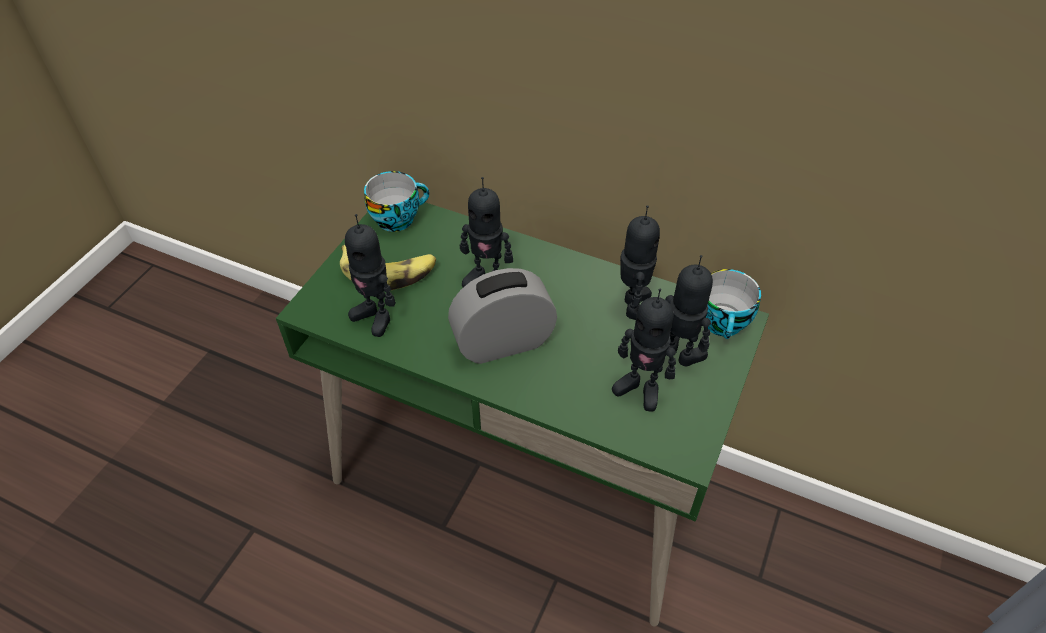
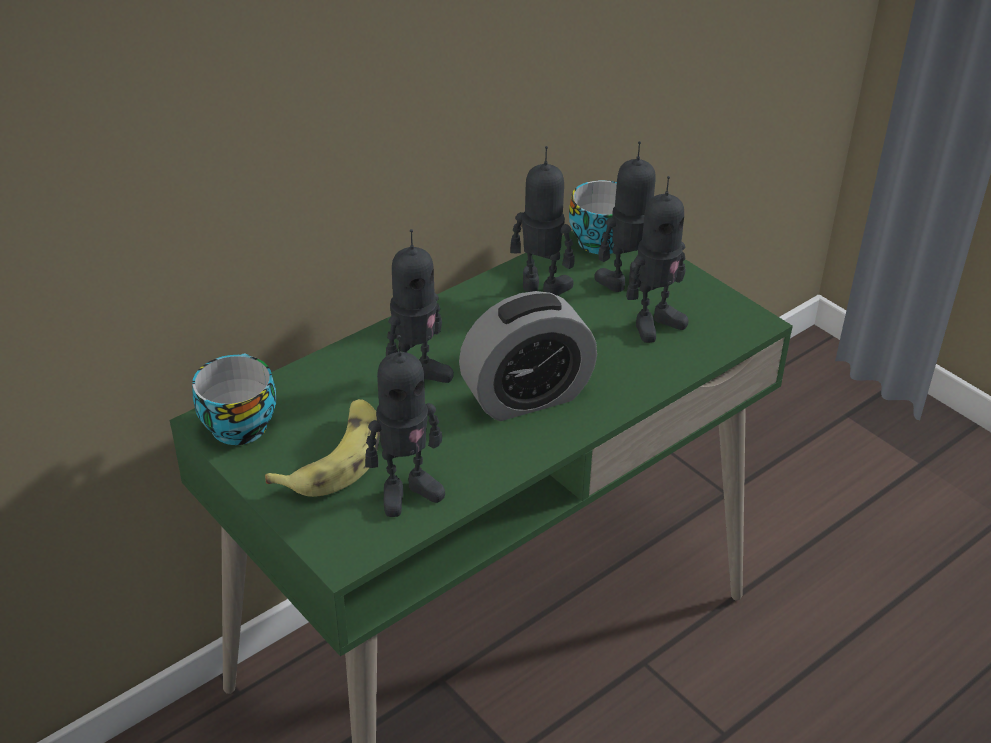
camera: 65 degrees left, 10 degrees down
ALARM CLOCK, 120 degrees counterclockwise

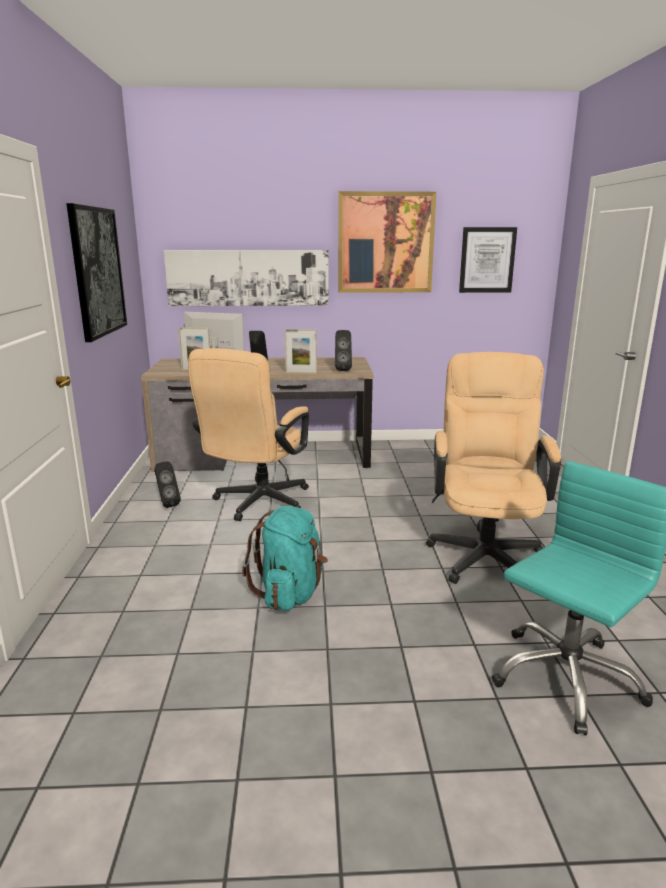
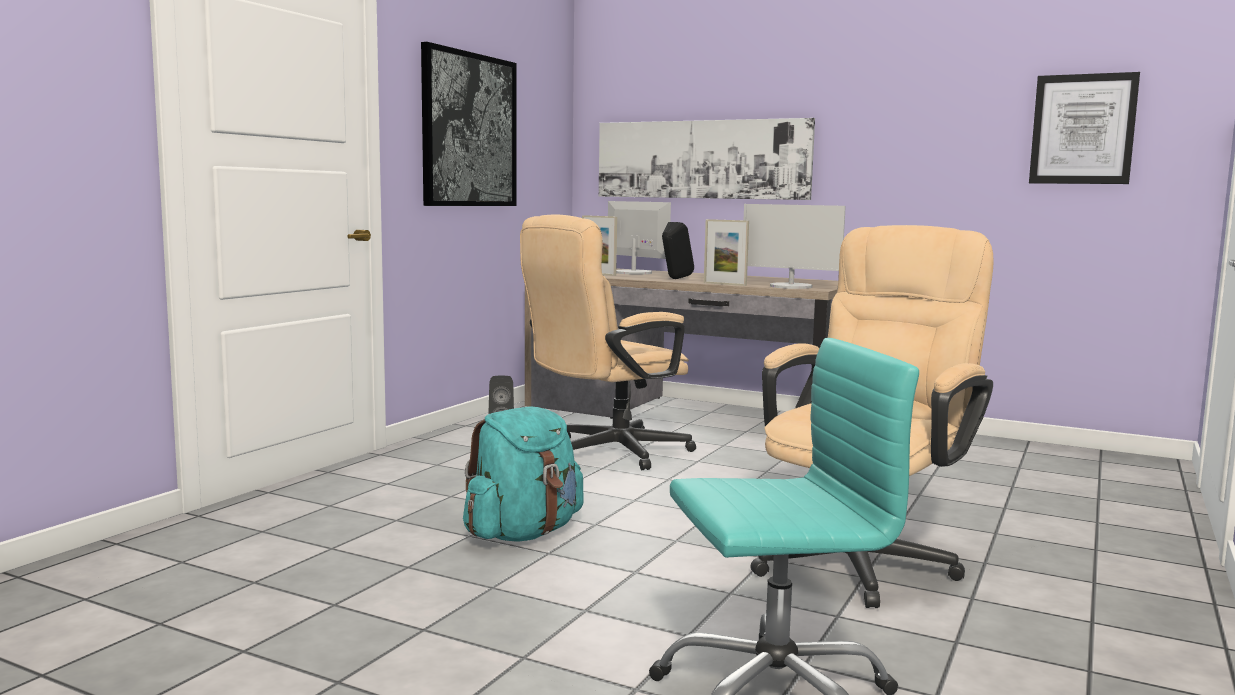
camera: 30 degrees right, 10 degrees down
BLACK-COLOURED LOUDSPEAKER (no. 3 from left) => COMPUTER DISPLAY (no. 2 from left)
PICTURE (no. 3 from left) => nothing

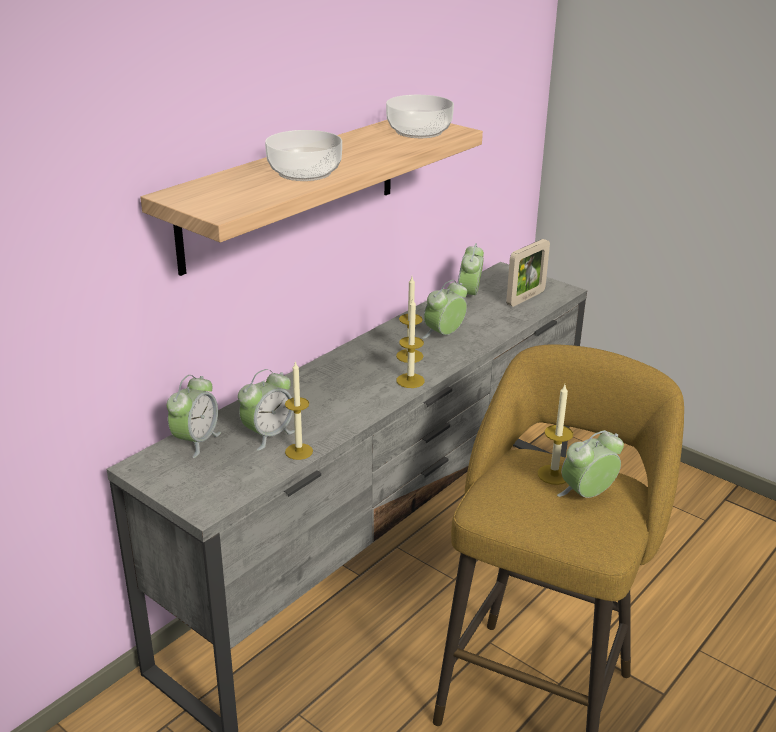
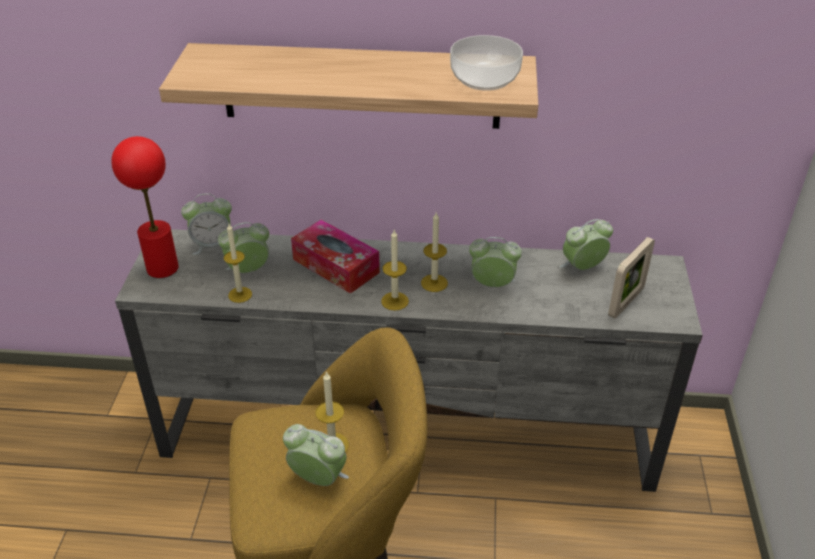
camera: 55 degrees right, 10 degrees up
nothing => RED-COLOURED TABLETOP LAMP
ALARM CLOCK (no. 2 from left), 150 degrees clockwise
nothing => BOX OF TISSUES
PHOTO FRAME, 60 degrees counterclockwise
SERVING BOWL (no. 1 from left) => nothing

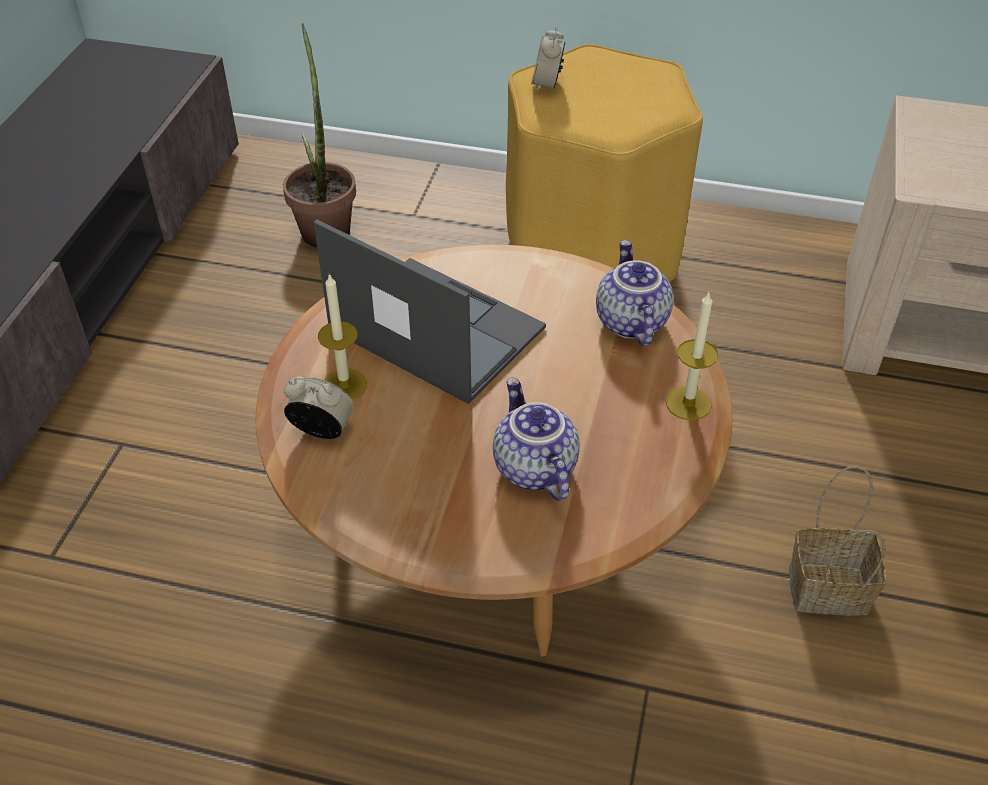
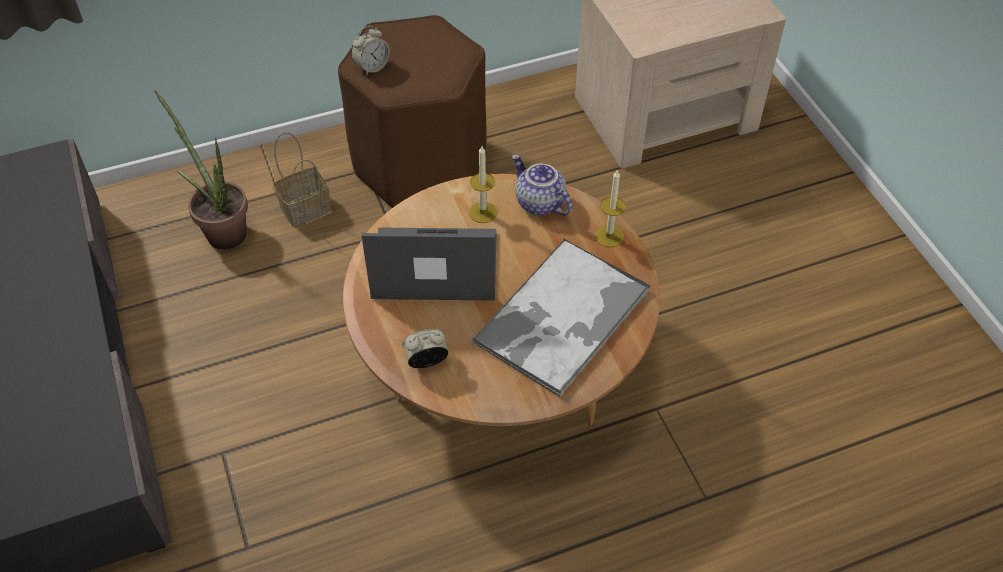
camera: 35 degrees left, 5 degrees up
HOUSEHOLD BASKET, shifted
YELLOWISH SITTING STOOL => BROWNISH SITTING STOOL
ALARM CLOCK (no. 2 from left in the first image) => ALARM CLOCK (no. 1 from left), 105 degrees counterclockwise
WAX CANDLE (no. 1 from left), shifted
TEA POT (no. 1 from left) => TRAY

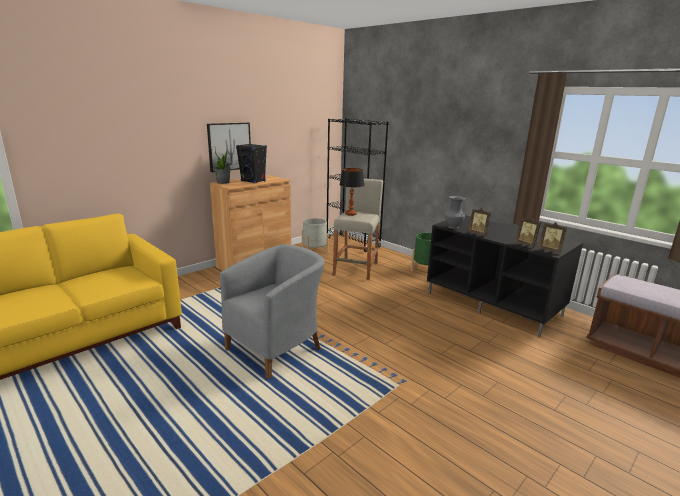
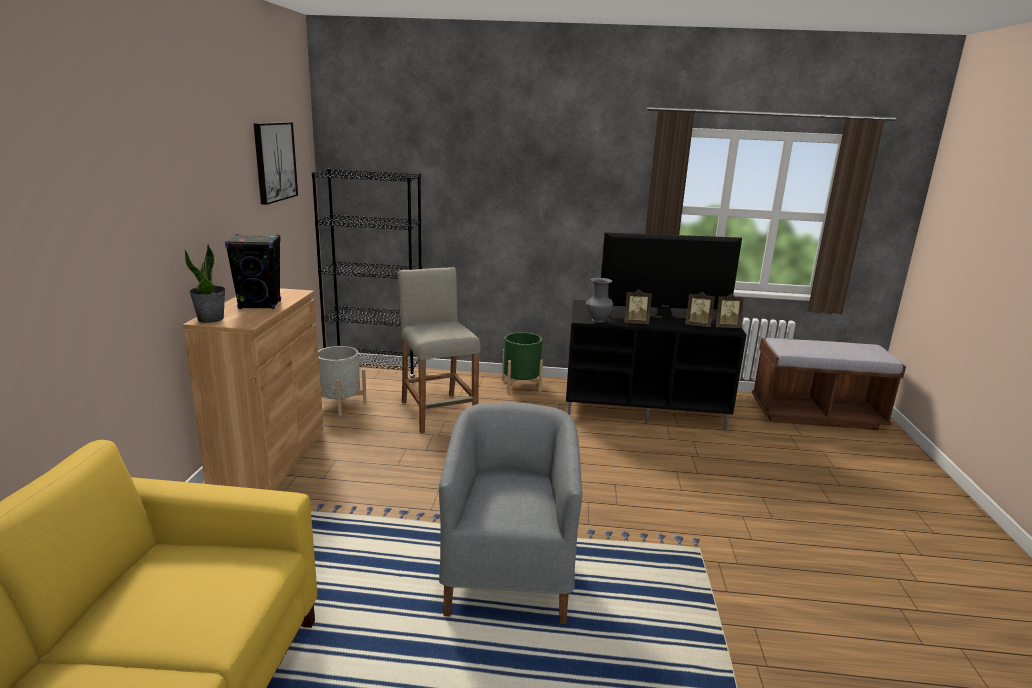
camera: 40 degrees left, 0 degrees up
PICTURE, shifted
nothing => TELEVISION
TABLETOP LAMP => nothing

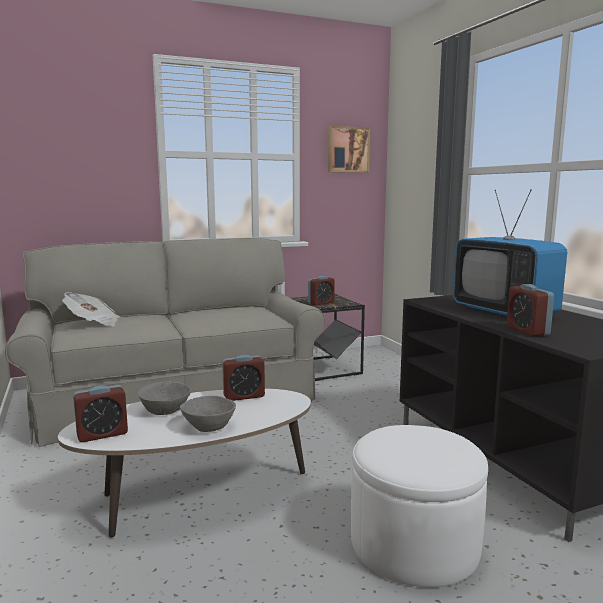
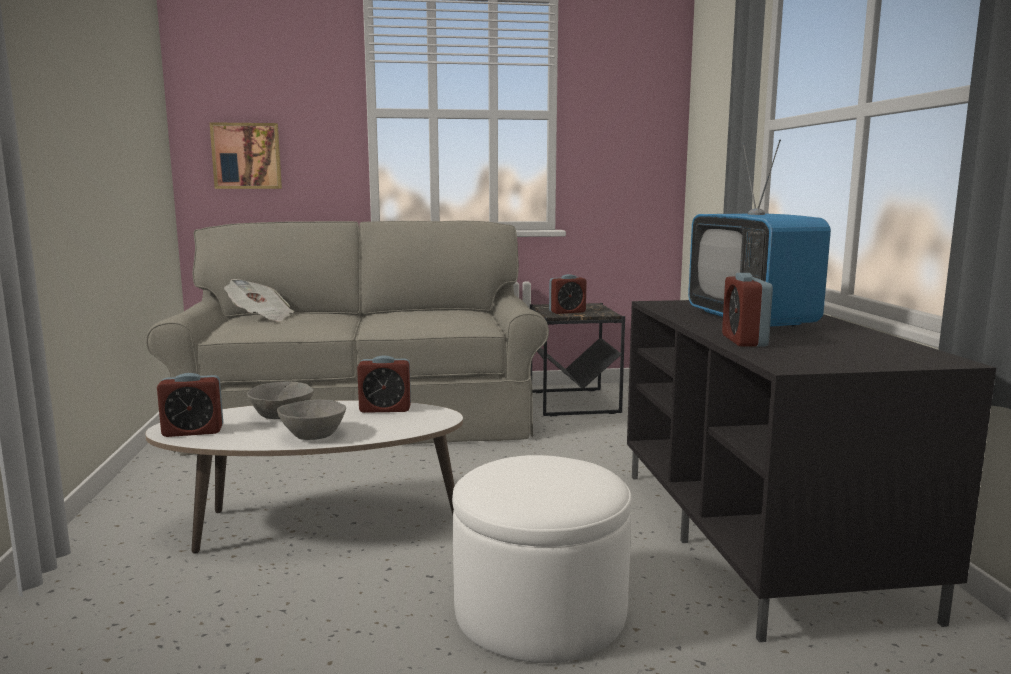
camera: 15 degrees right, 0 degrees up
PICTURE, shifted

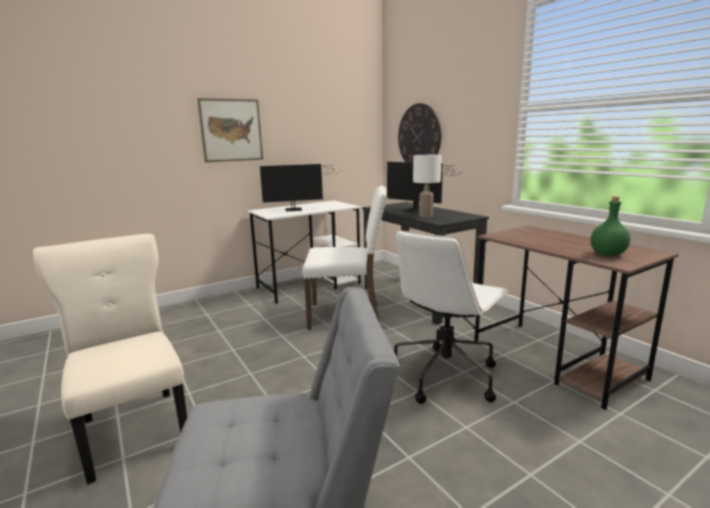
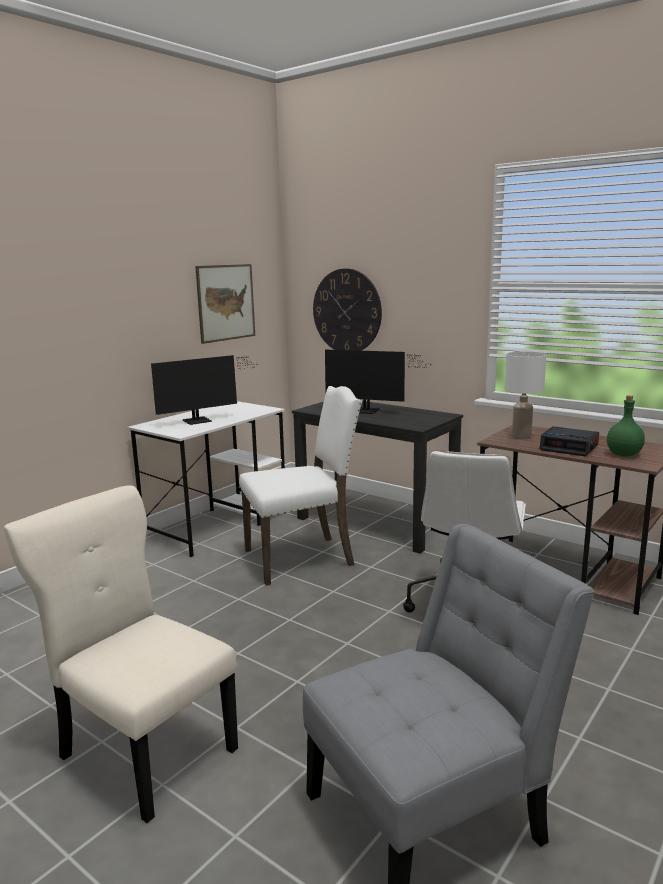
camera: 20 degrees left, 0 degrees up
PICTURE, shifted
WHITE TABLETOP LAMP, shifted
nothing => ALARM CLOCK

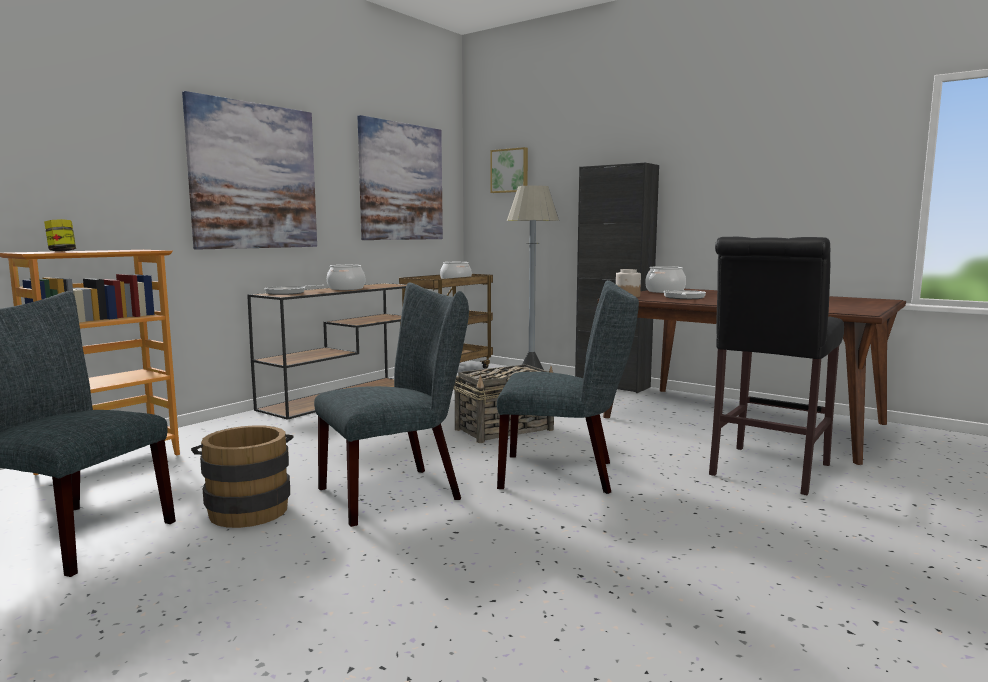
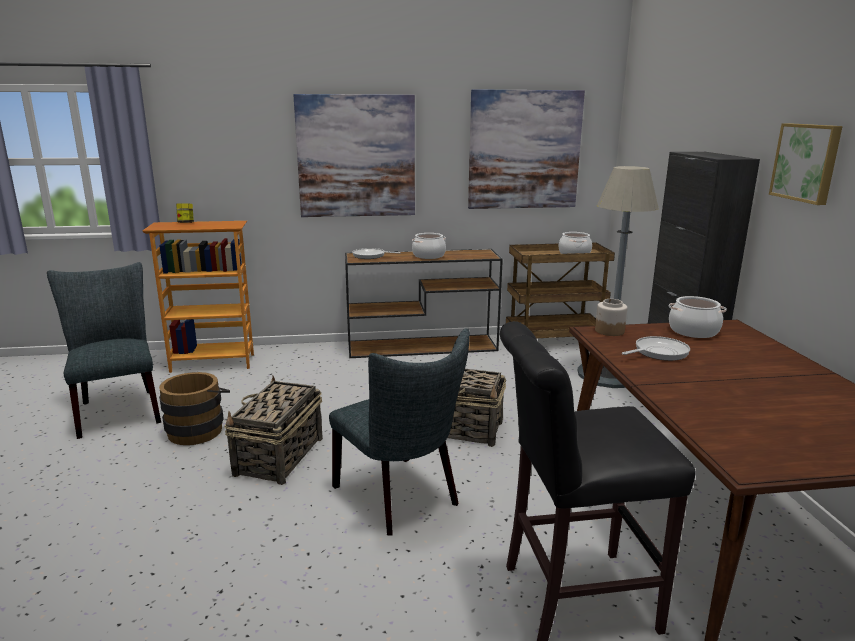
camera: 45 degrees right, 10 degrees up
GRAY UPRIGHT CHAIR (no. 2 from left) => HOUSEHOLD BASKET (no. 1 from left)
PICTURE (no. 3 from left), shifted

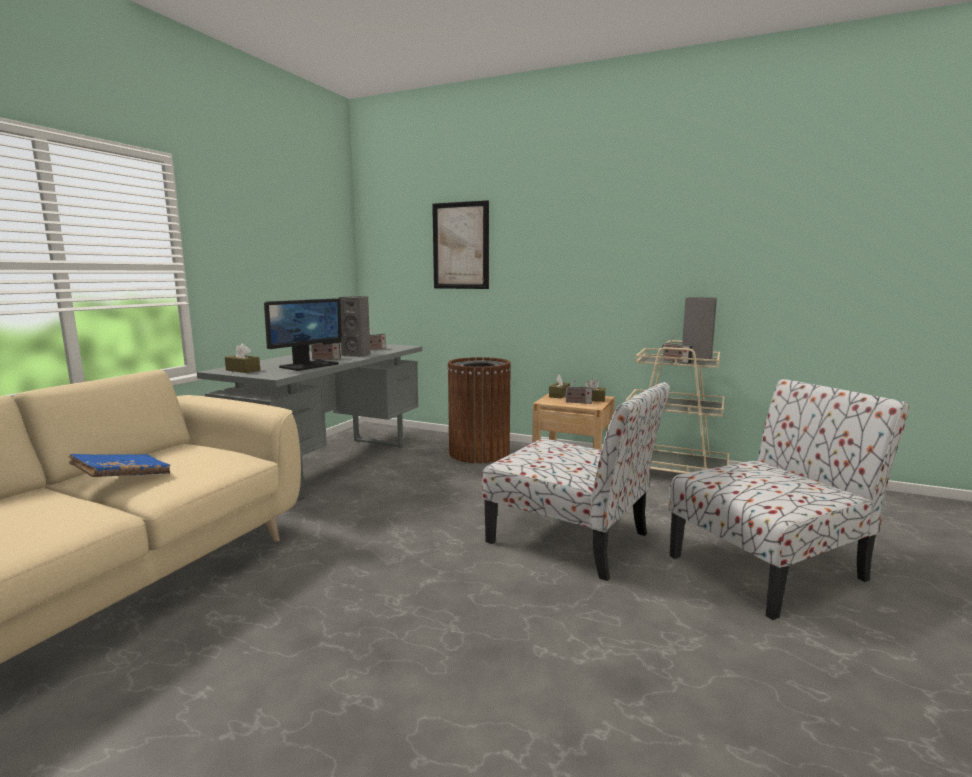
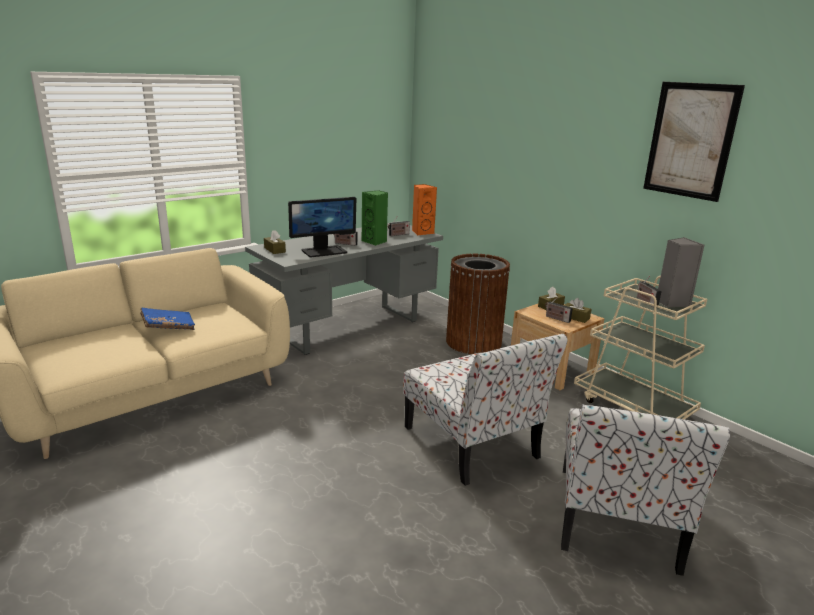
camera: 25 degrees right, 10 degrees up
GRAY LOUDSPEAKER (no. 1 from left) => GREEN LOUDSPEAKER
nothing => ORANGE LOUDSPEAKER
UPRIGHT CHAIR (no. 2 from left), 105 degrees clockwise
PICTURE, shifted

